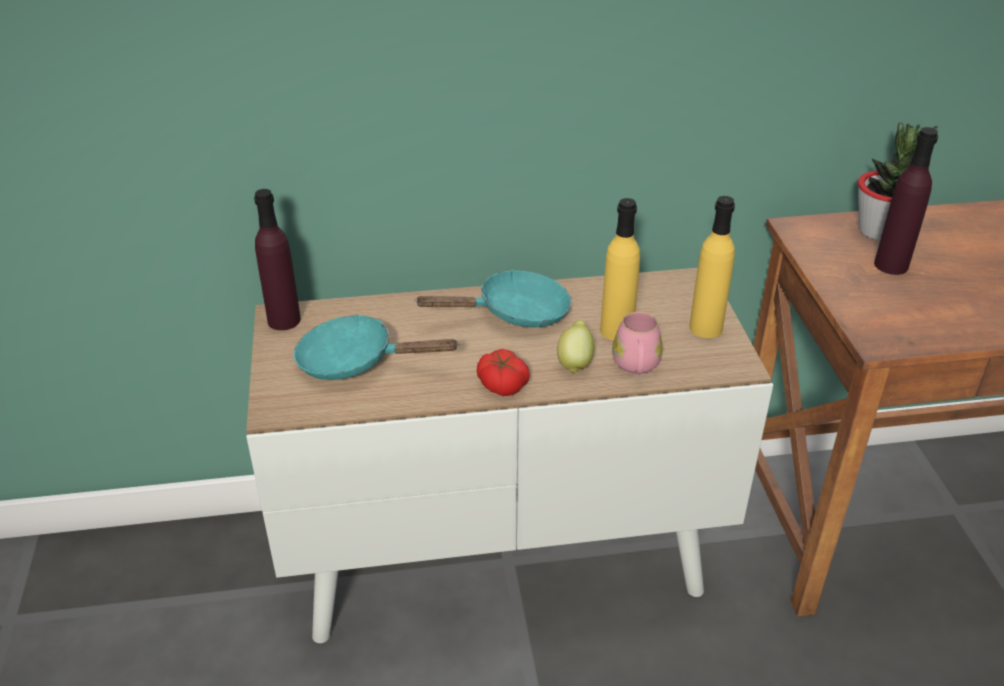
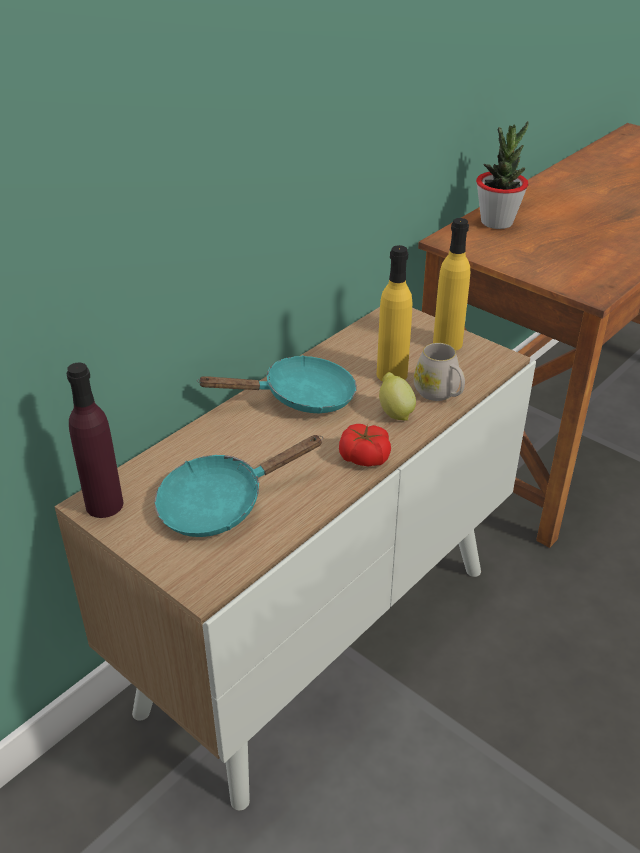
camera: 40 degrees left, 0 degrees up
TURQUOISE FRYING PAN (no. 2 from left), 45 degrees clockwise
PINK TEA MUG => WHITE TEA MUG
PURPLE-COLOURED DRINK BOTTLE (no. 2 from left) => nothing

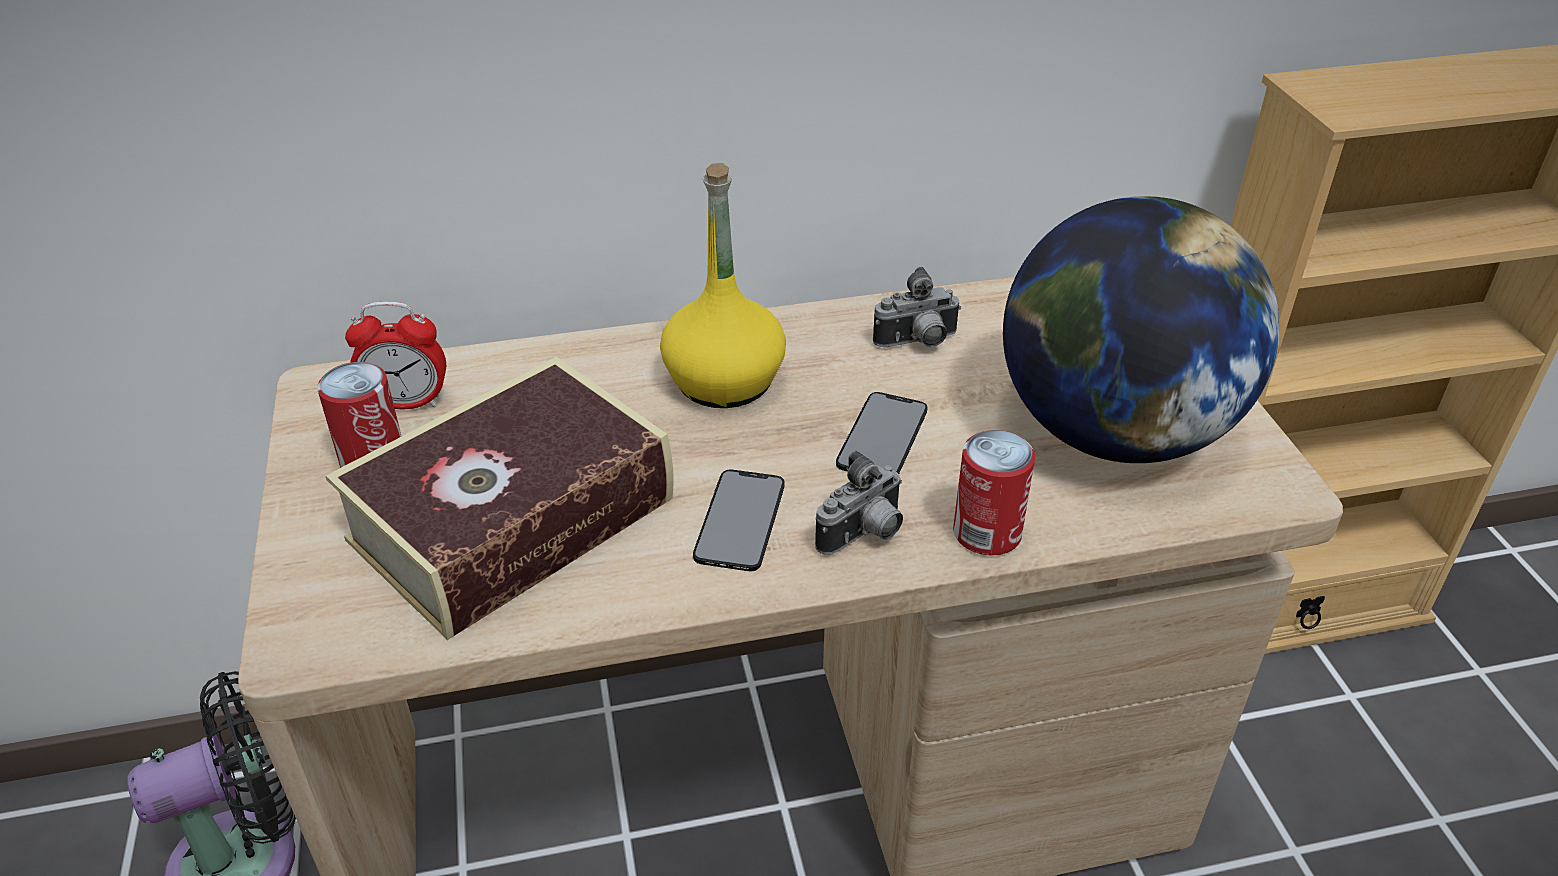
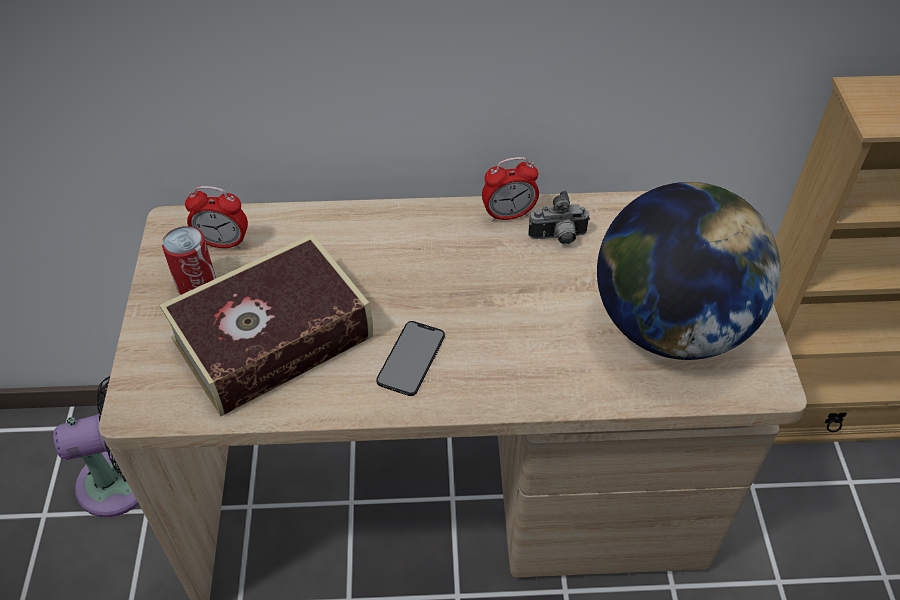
camera: 10 degrees right, 10 degrees up
nothing => ALARM CLOCK (no. 2 from left)
YELLOWISH DRINK BOTTLE => nothing
STILL CAMERA (no. 1 from left) => nothing
PHONE (no. 2 from left) => nothing
SEALED CAN (no. 2 from left) => nothing

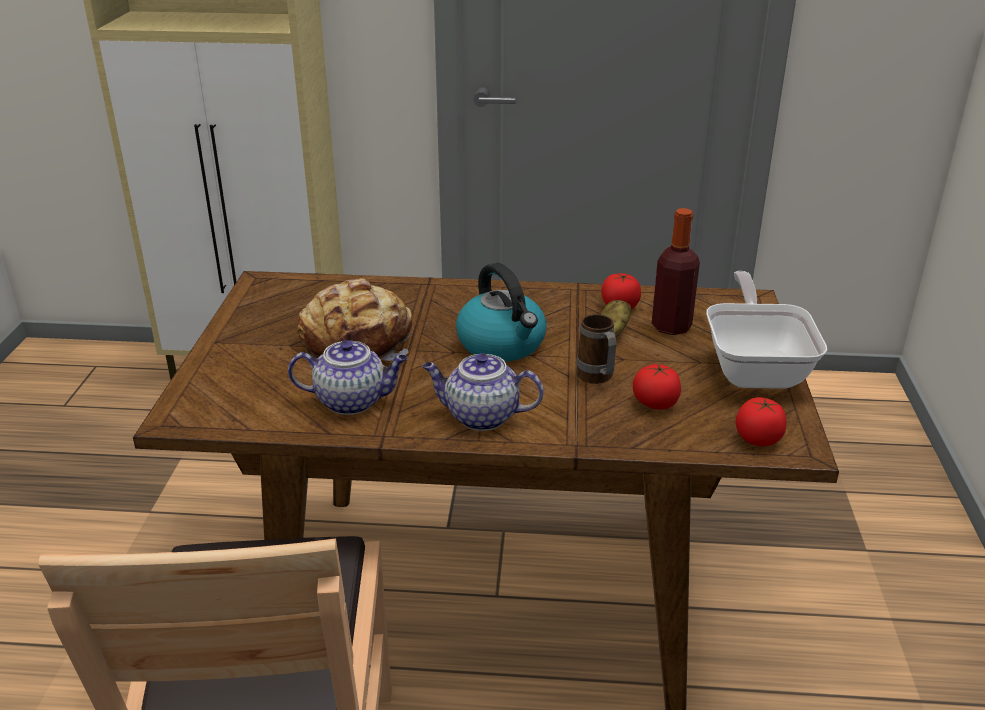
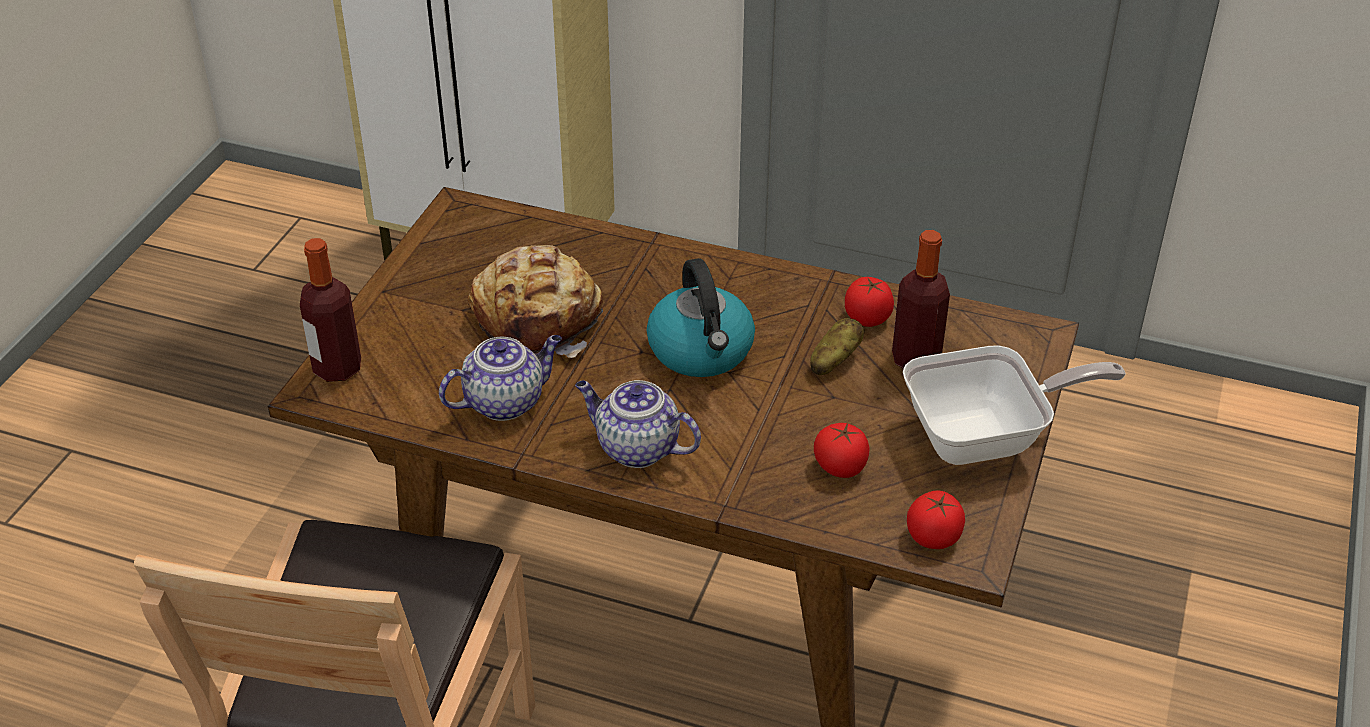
camera: 15 degrees right, 10 degrees up
nothing => DRINK BOTTLE (no. 1 from left)
TEA POT (no. 1 from left), 45 degrees counterclockwise
FRYING PAN, 60 degrees clockwise
TEA MUG => nothing

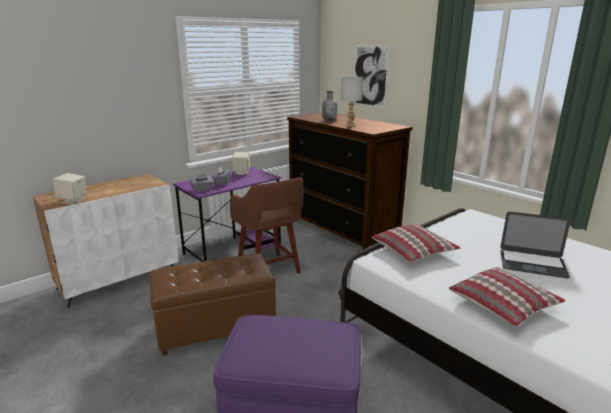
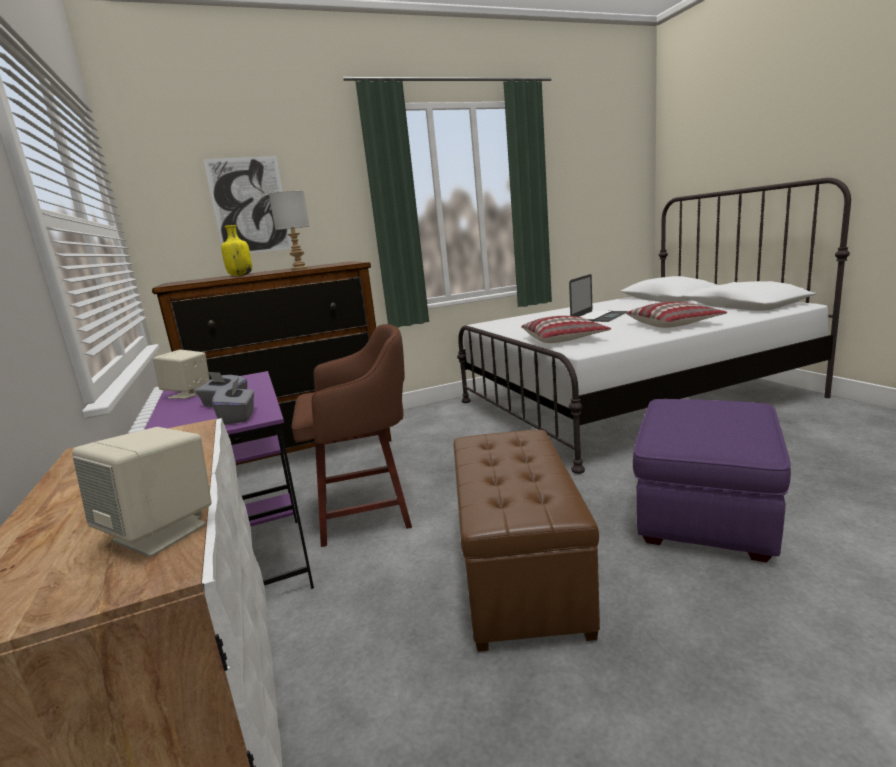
camera: 70 degrees left, 5 degrees down
GRAY DRINK BOTTLE => YELLOWISH DRINK BOTTLE

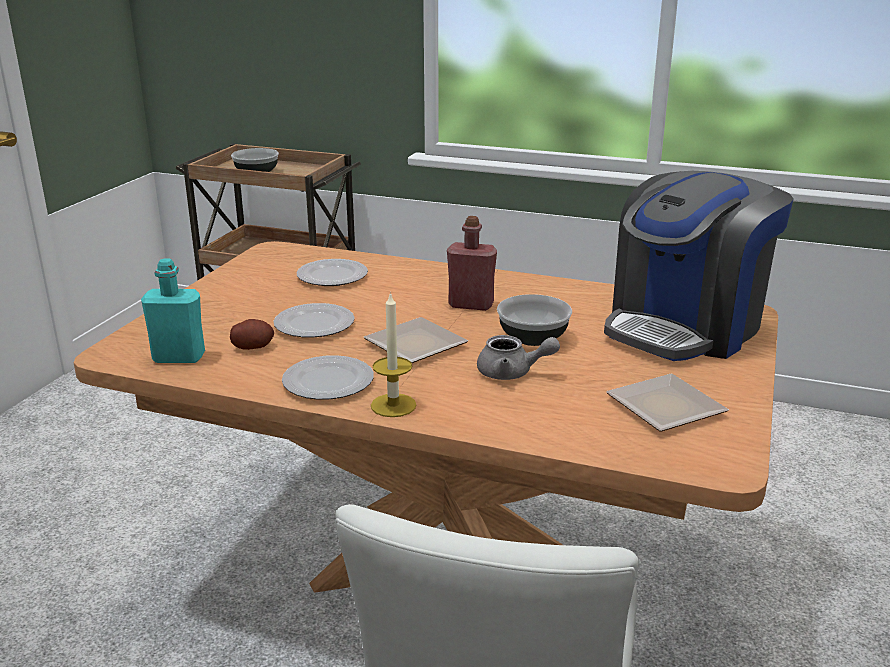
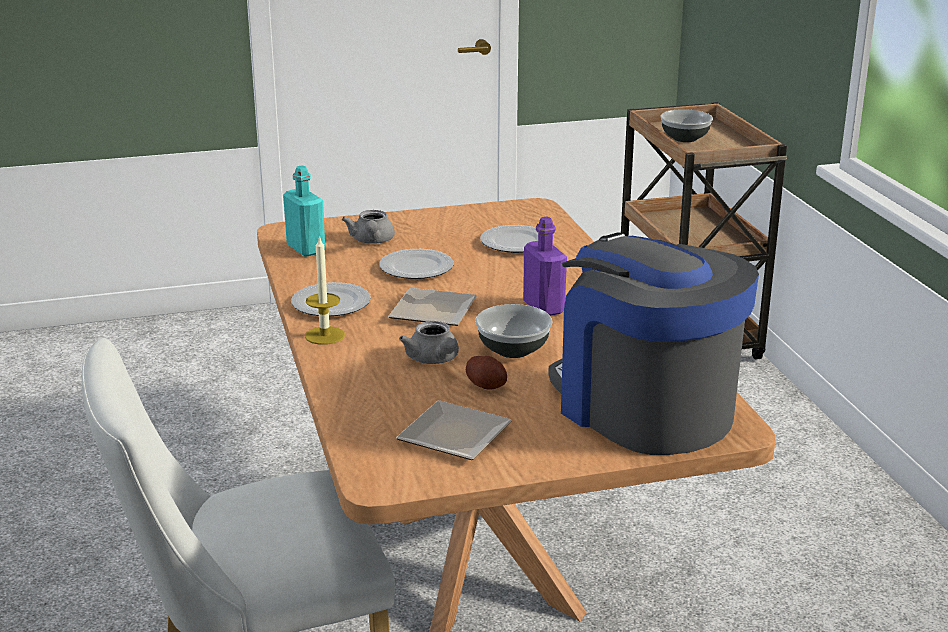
camera: 55 degrees right, 0 degrees up
nothing => GRAY TEA POT (no. 1 from left)
WHOLE POTATO, shifted
RED-COLOURED DRINK BOTTLE => PURPLE-COLOURED DRINK BOTTLE
COFFEE MAKER, 45 degrees clockwise

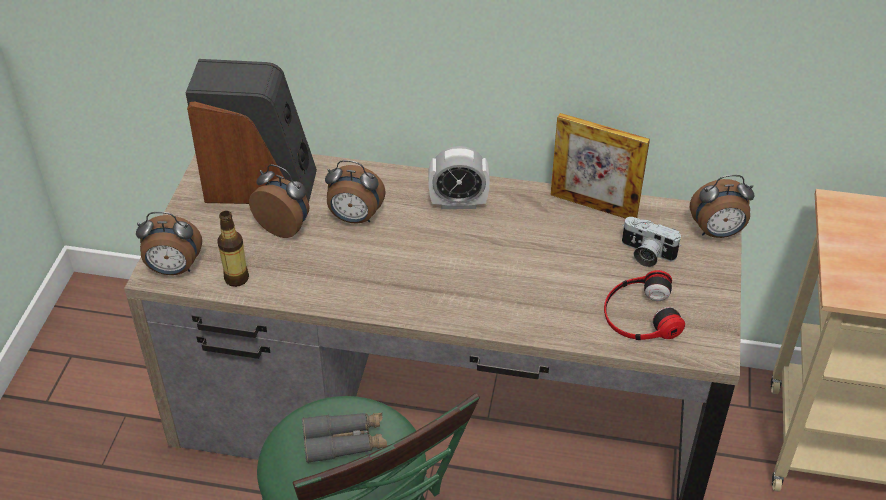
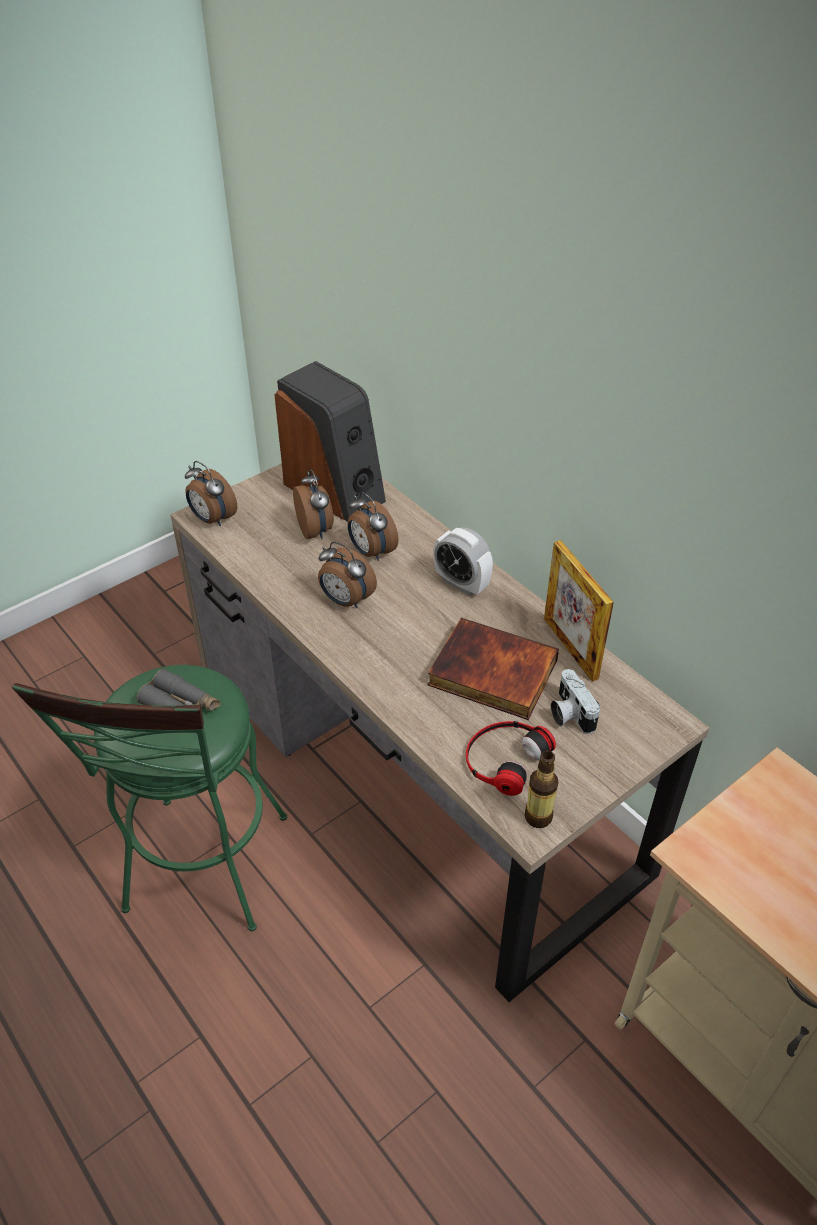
camera: 40 degrees right, 0 degrees up
ALARM CLOCK (no. 5 from left in the first image) => ALARM CLOCK (no. 3 from left), shifted
nothing => VOLUME
DRINK BOTTLE, shifted

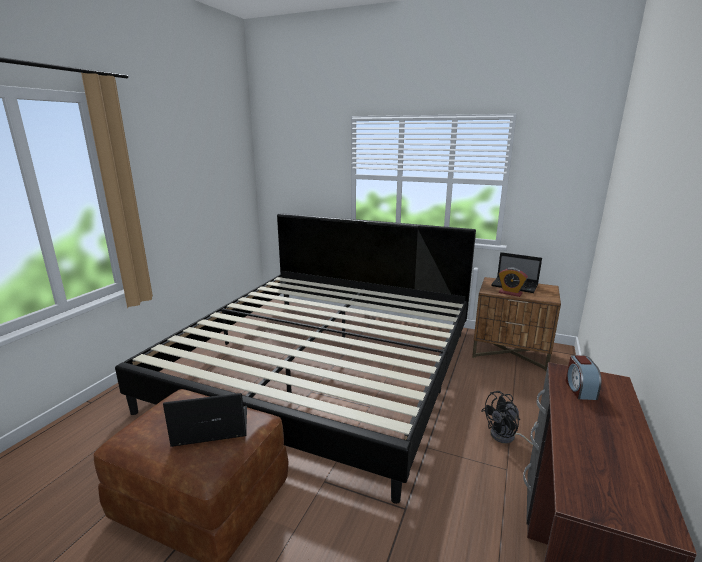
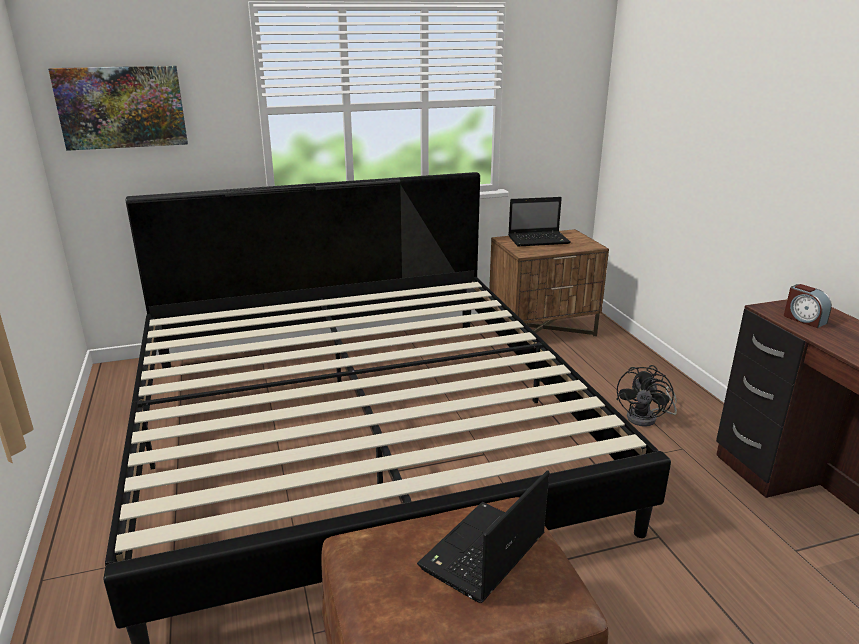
camera: 40 degrees left, 5 degrees up
nothing => PICTURE
ALARM CLOCK (no. 1 from left) => nothing

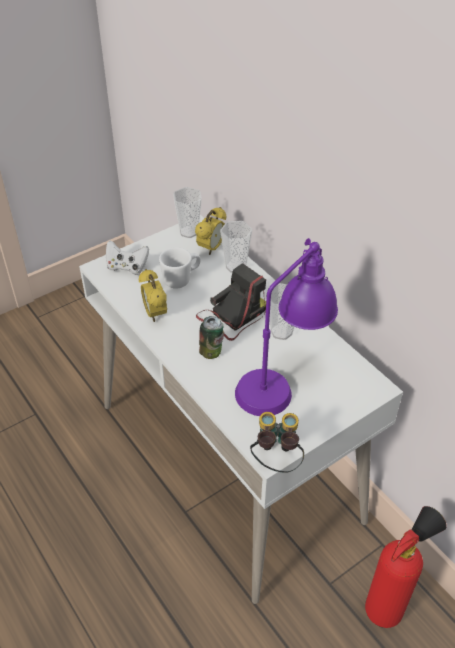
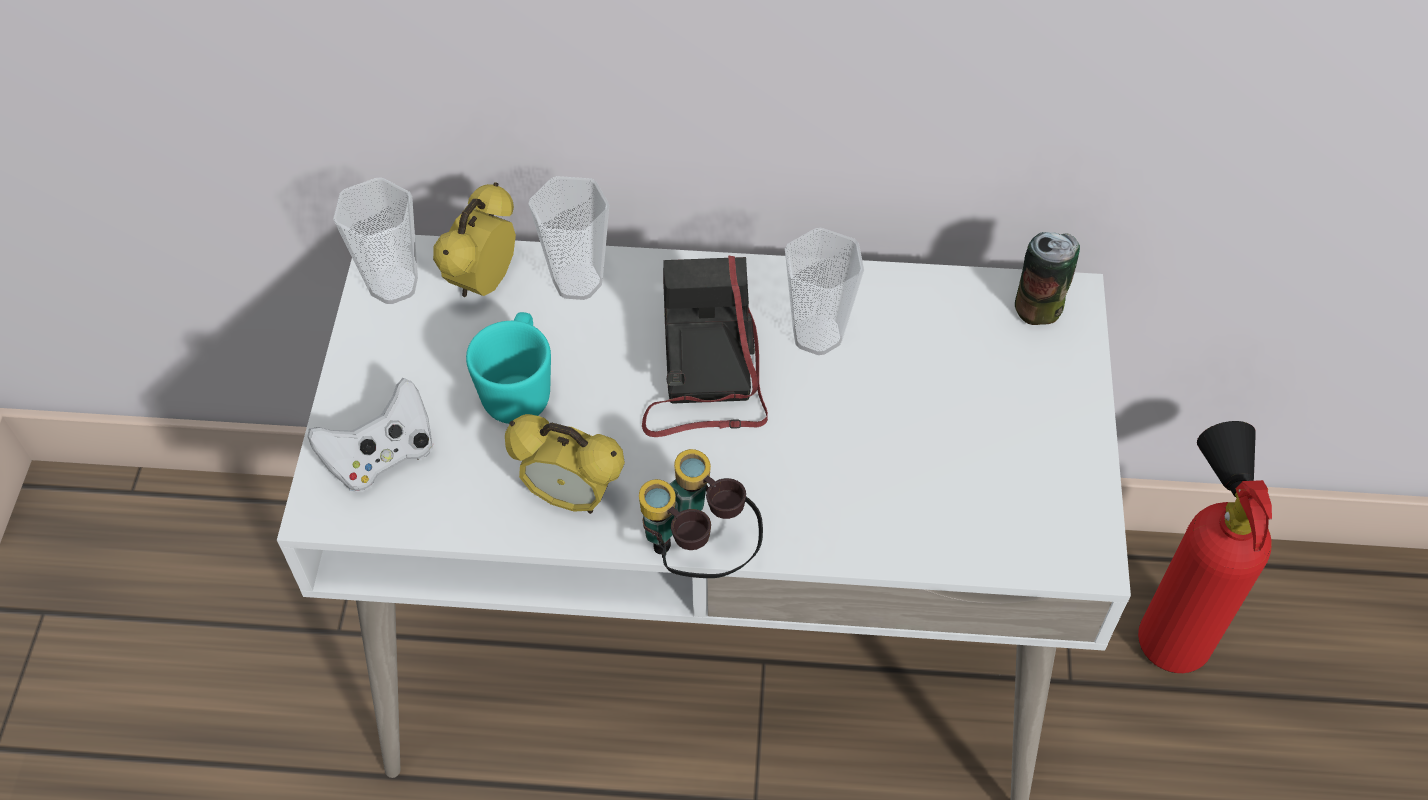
camera: 50 degrees left, 10 degrees up
ALARM CLOCK (no. 2 from left in the first image) => ALARM CLOCK (no. 1 from left), 135 degrees counterclockwise
WHITE TEA MUG => TURQUOISE TEA MUG
BINOCULARS, shifted
SEALED CAN, shifted
PURPLE-COLOURED TABLETOP LAMP => nothing

